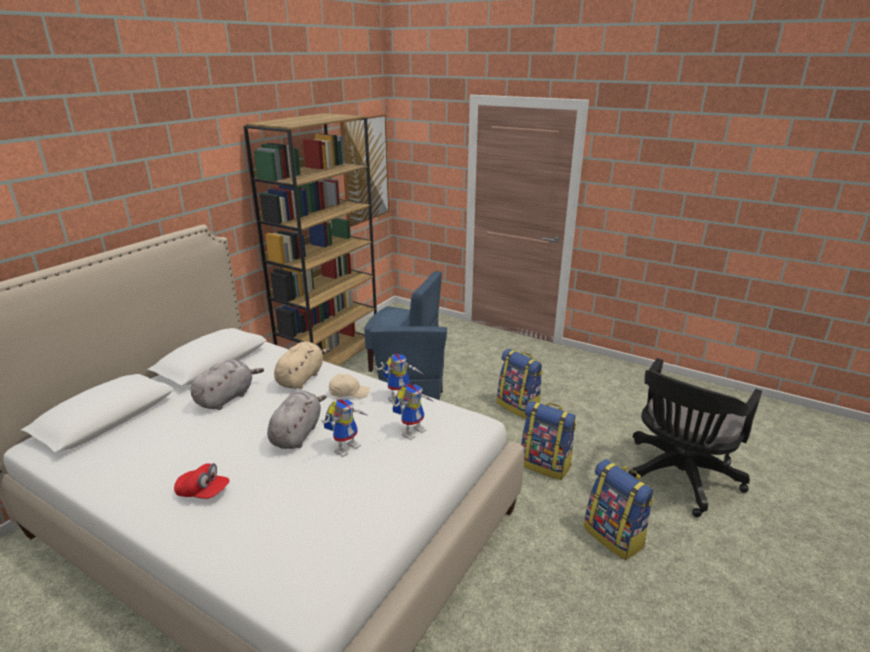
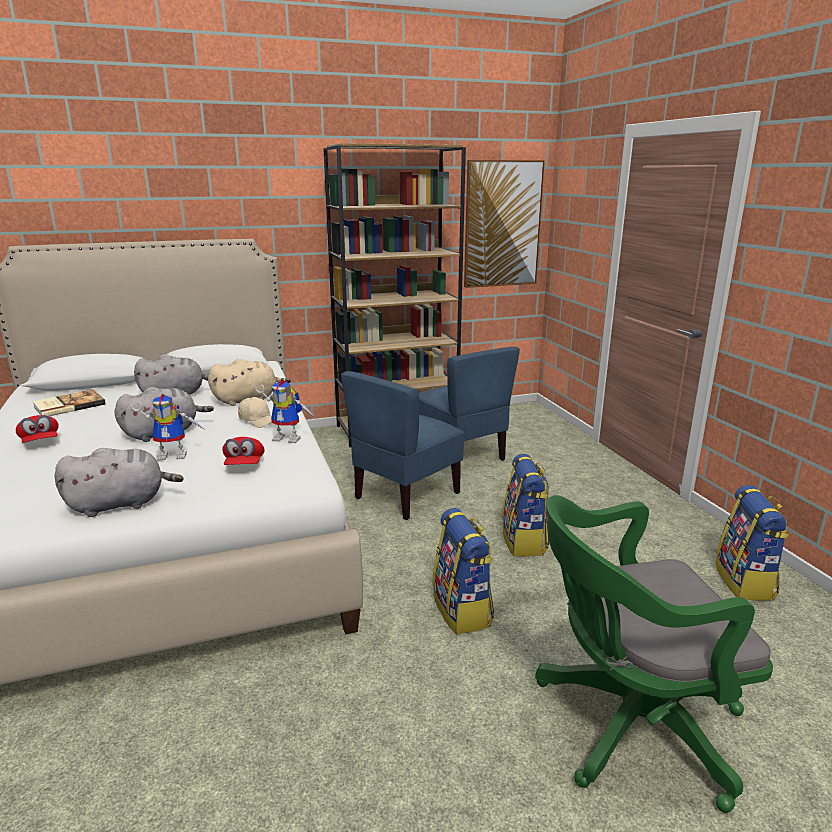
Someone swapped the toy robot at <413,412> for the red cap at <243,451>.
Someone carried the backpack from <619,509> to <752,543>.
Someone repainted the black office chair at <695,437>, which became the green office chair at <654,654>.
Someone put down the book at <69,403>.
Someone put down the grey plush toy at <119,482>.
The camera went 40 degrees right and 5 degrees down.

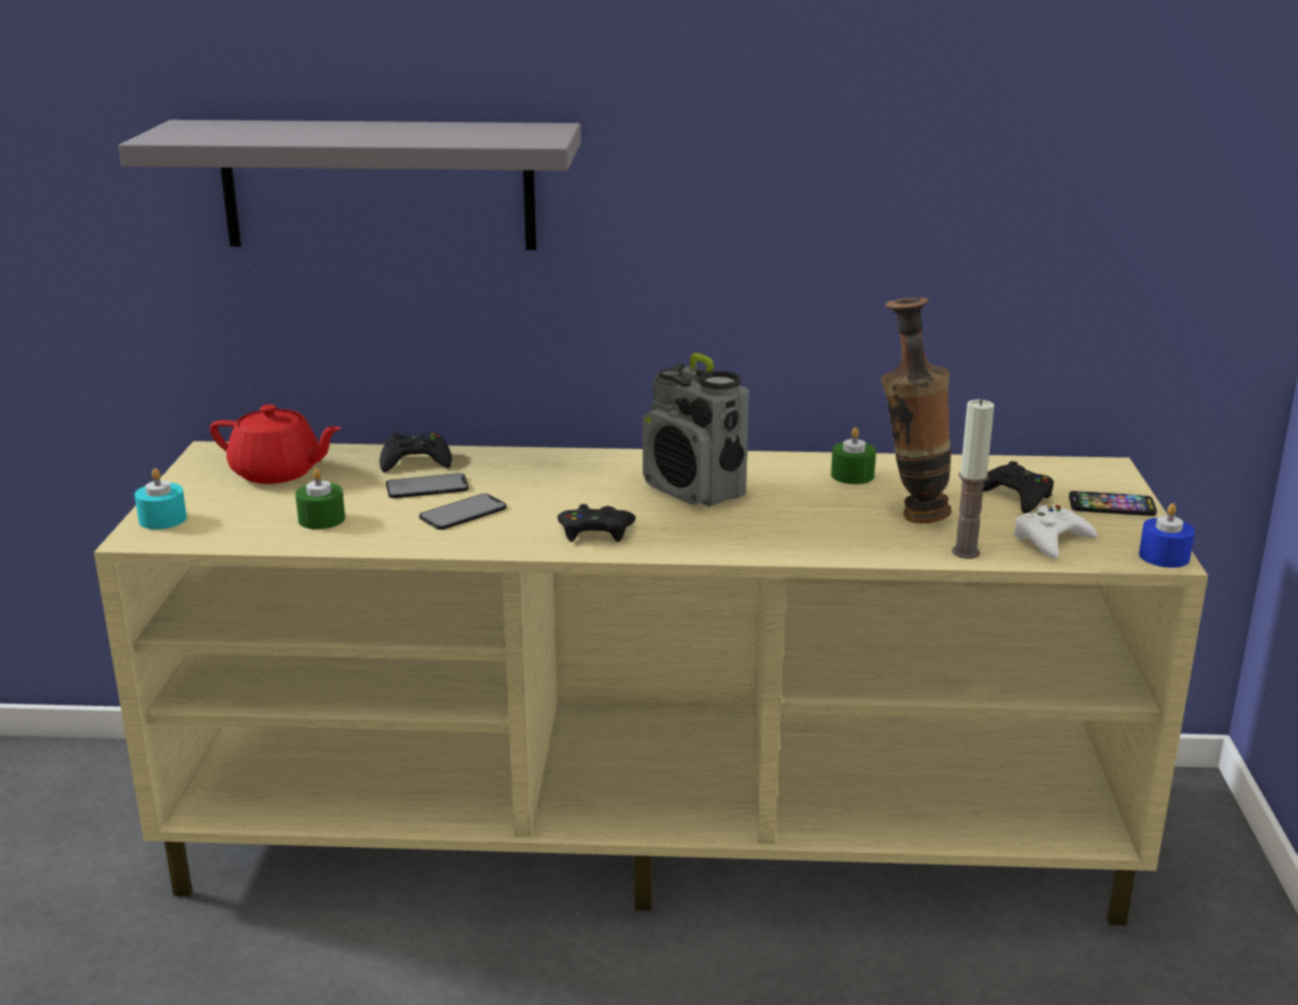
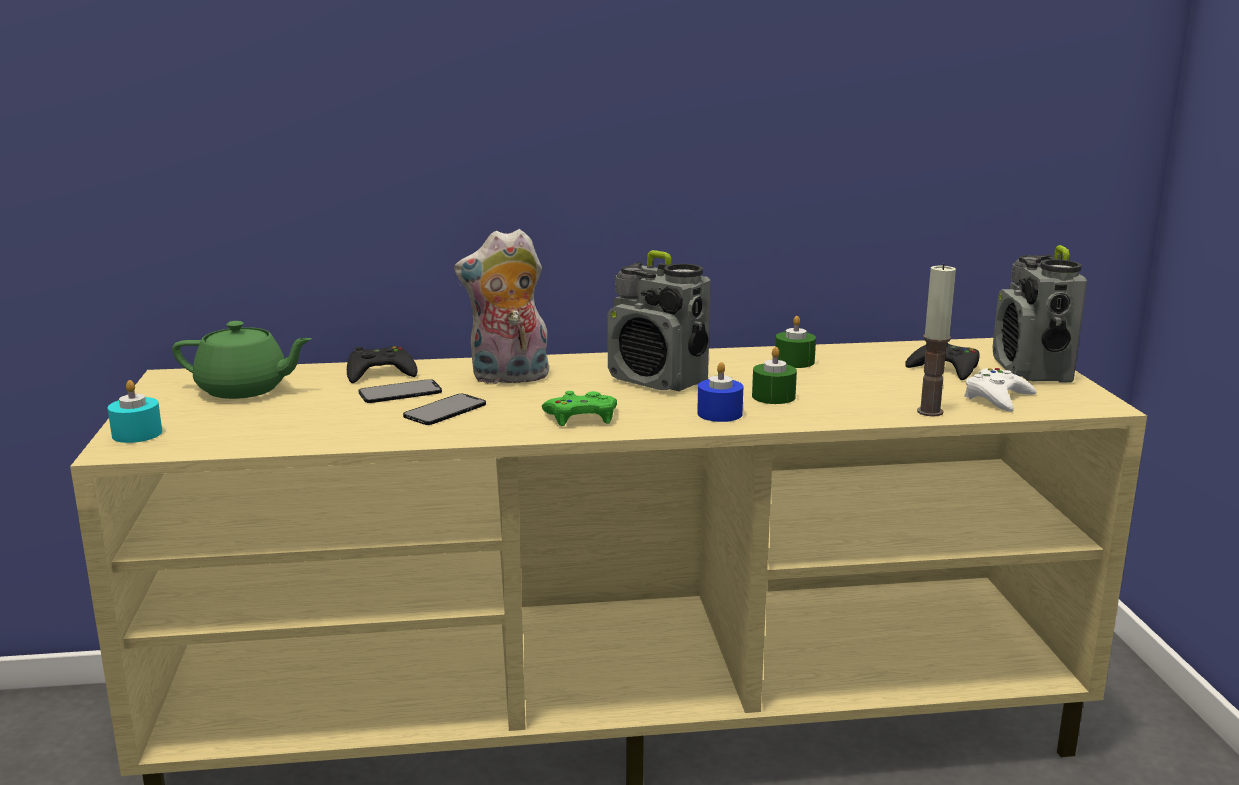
Someone took away the grey shelf at <350,185>.
Someone repainted the red teapot at <275,444>, which became the green teapot at <242,360>.
Someone carried the green candle from <320,498> to <774,375>.
Someone repainted the black game controller at <596,523>, which became the green game controller at <579,408>.
Someone took away the vase at <916,410>.
Someone swapped the phone at <1113,503> for the radio at <1040,314>.
Someone carried the blue candle from <1167,535> to <720,392>.
Someone put down the plush toy at <501,307>.
The camera went 10 degrees left and 5 degrees down.

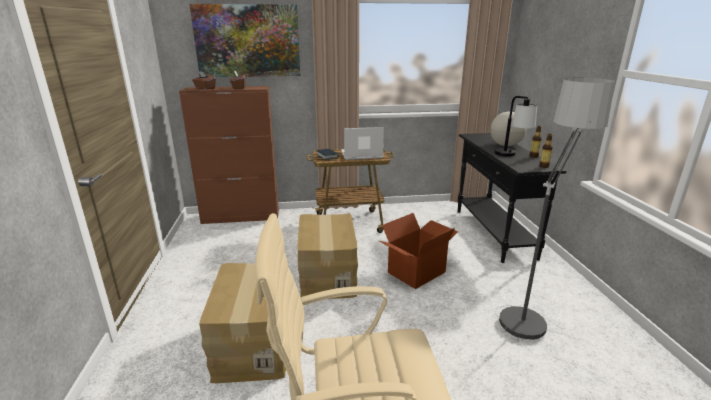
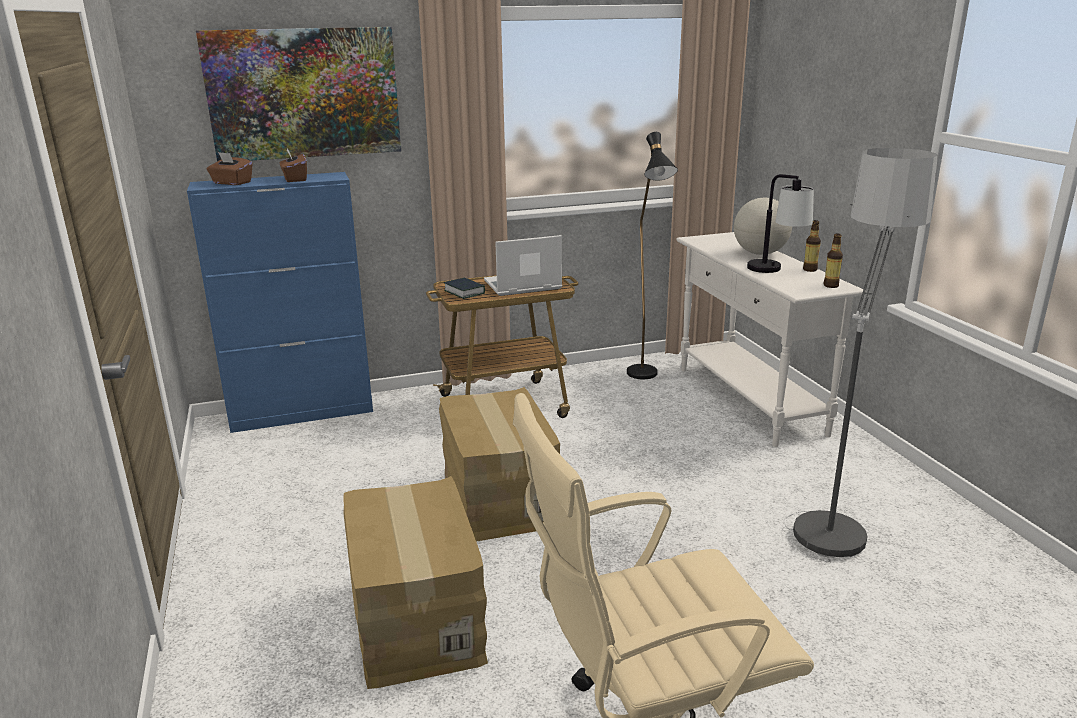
Someone repainted the brown cabinet at <229,155>, which became the blue cabinet at <280,302>.
Someone took away the cardboard box at <418,251>.
Someone repainted the black console table at <512,198>, which became the white console table at <771,339>.
Someone put down the black floor lamp at <652,255>.
The camera went 10 degrees left and 0 degrees up.

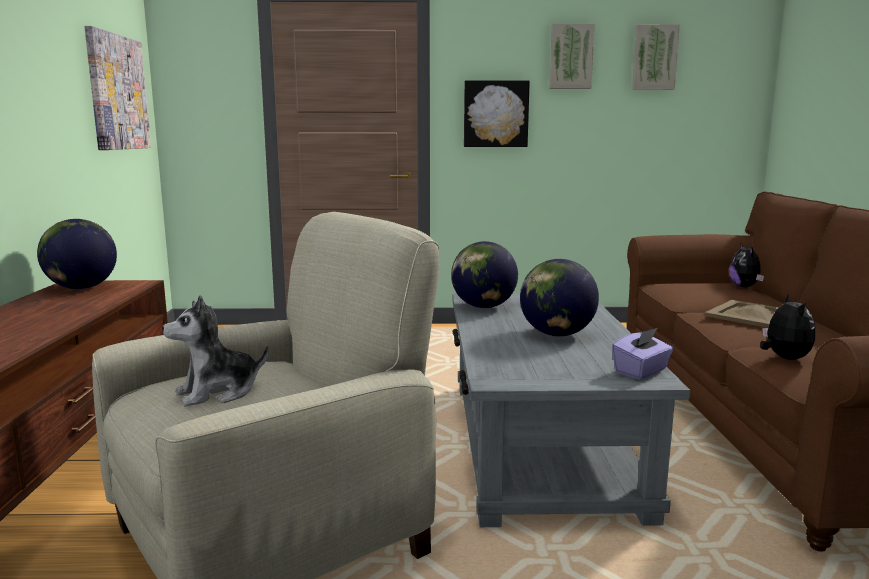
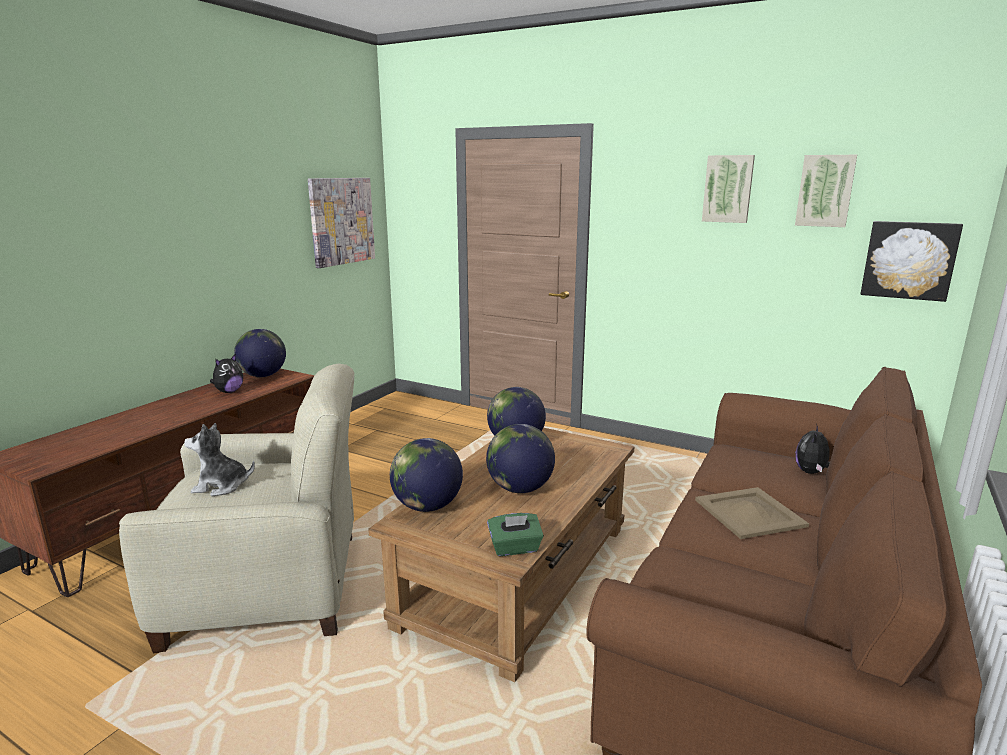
Someone repainted the grey coffee table at <571,410>, which became the brown coffee table at <501,555>.
Someone carried the picture from <497,113> to <912,261>.
Someone repainted the purple tissue box at <642,353>, which became the green tissue box at <515,534>.
Someone carried the plush toy from <787,326> to <226,373>.
Someone put down the globe at <426,475>.
The camera went 30 degrees right and 5 degrees up.

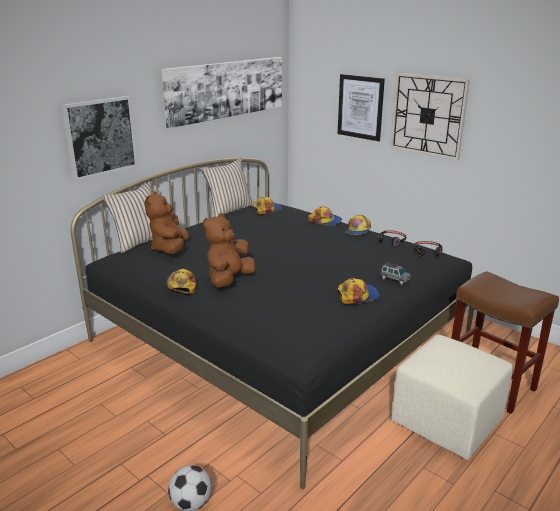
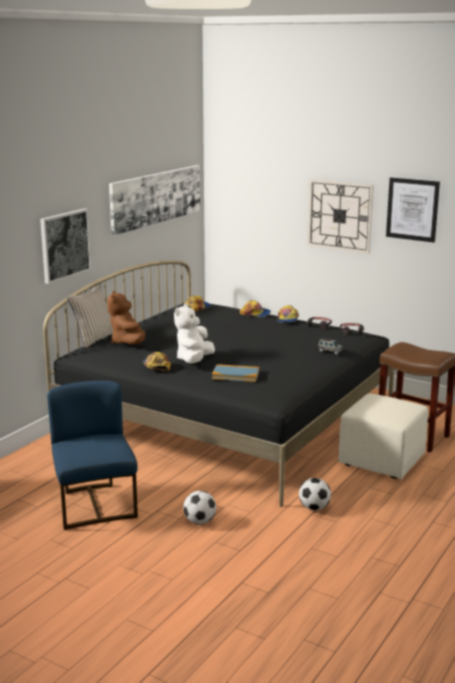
Someone took away the beige pillow at <227,187>.
Someone repainted the brown plush toy at <229,250>, which became the white plush toy at <194,334>.
Someone carried the picture from <361,107> to <413,209>.
Someone took away the cap at <358,291>.
Someone put down the blue chair at <92,455>.
Someone put down the book at <235,373>.
Someone put down the football at <315,494>.
The camera went 10 degrees left and 5 degrees down.

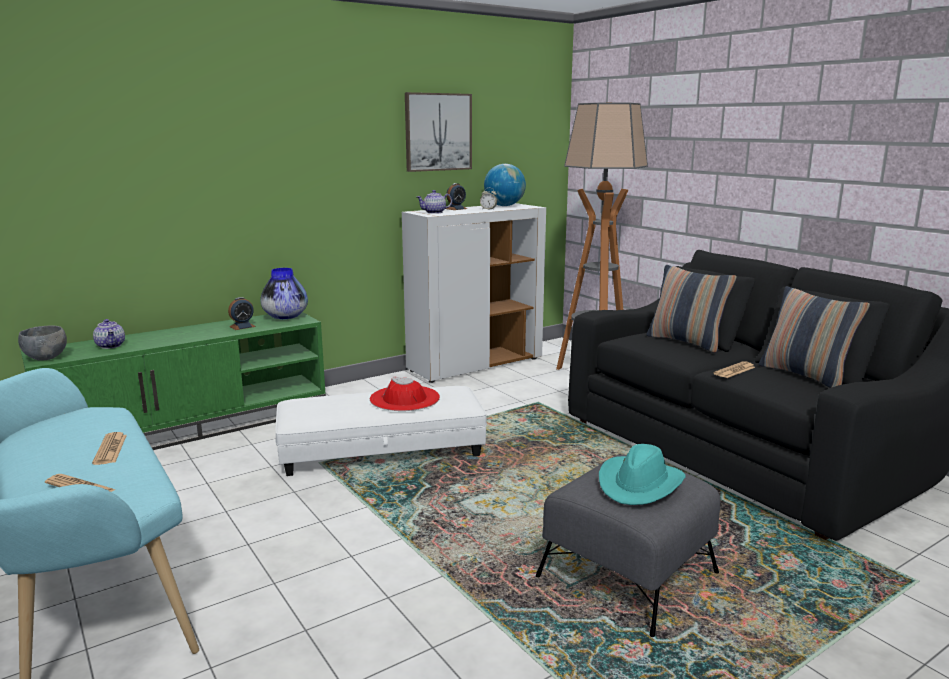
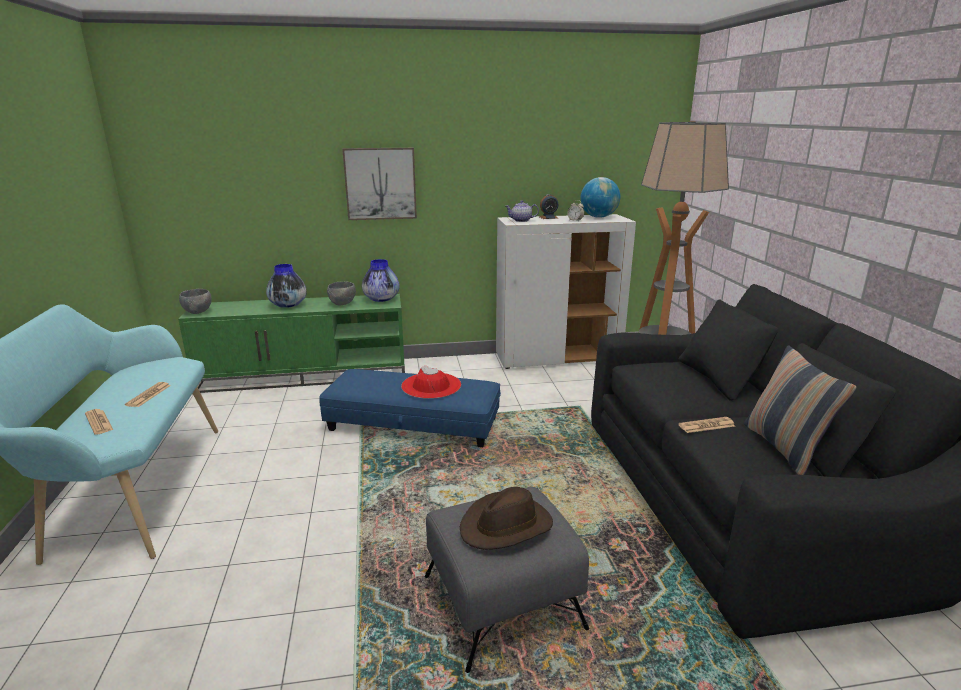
Someone took away the teapot at <109,334>.
Someone swapped the alarm clock at <242,313> for the grey bowl at <341,293>.
Someone repainted the white ottoman at <381,431>, which became the blue ottoman at <410,408>.
Someone carried the picture from <438,132> to <379,184>.
Someone repainted the turquoise hat at <642,474>, which became the brown hat at <506,518>.
Someone took away the pillow at <692,309>.
Someone put down the vase at <286,286>.
The camera went 25 degrees right and 5 degrees up.

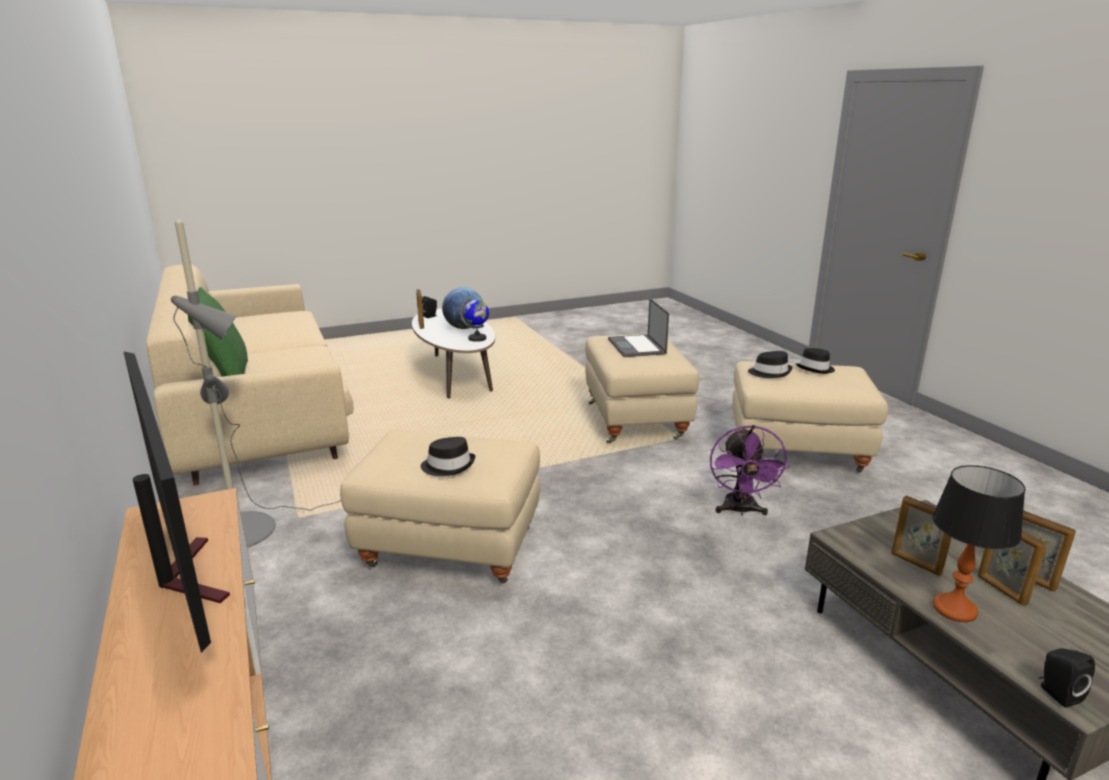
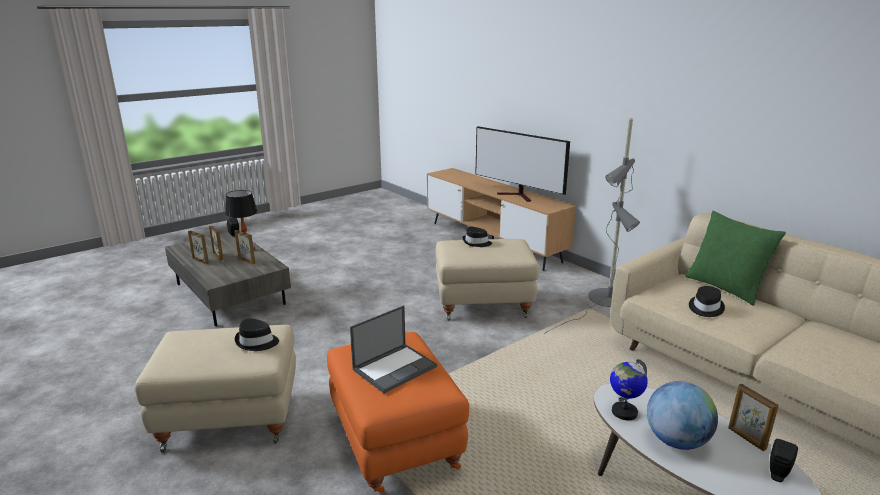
Someone repainted the beige ottoman at <642,389>, which became the orange ottoman at <398,412>.
Someone rotated the laptop at <638,327> by 75 degrees clockwise.
Someone took away the purple fan at <749,470>.
Someone carried the black hat from <815,361> to <707,301>.
The camera went 165 degrees right and 0 degrees up.

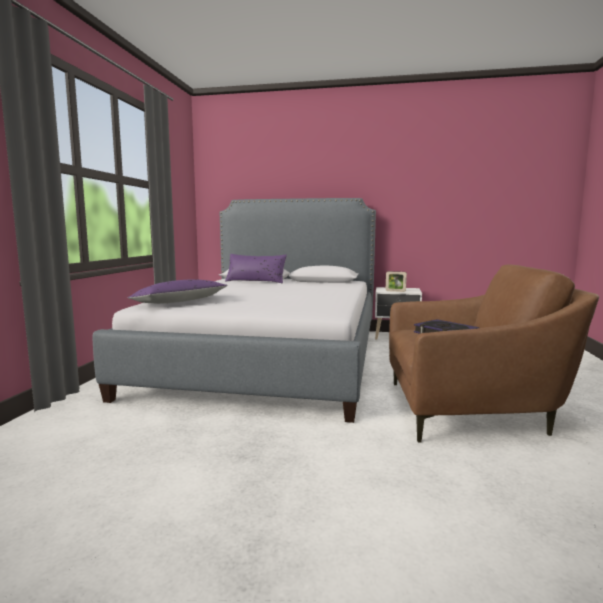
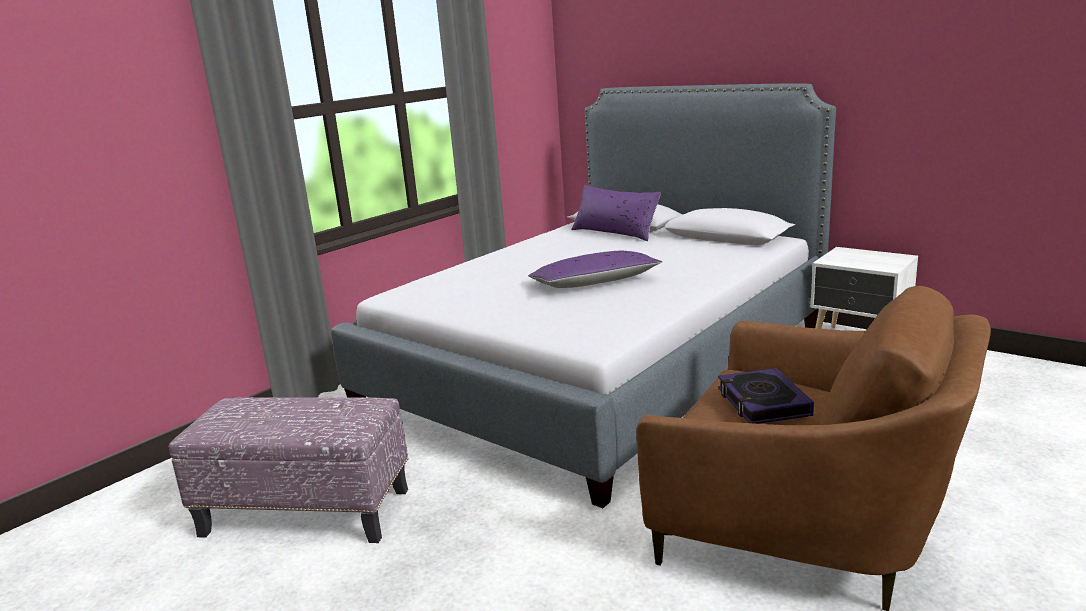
Someone carried the purple pillow from <178,291> to <595,269>.
Someone took away the picture frame at <396,281>.
Someone put down the ottoman at <288,470>.
The camera went 30 degrees right and 10 degrees up.

